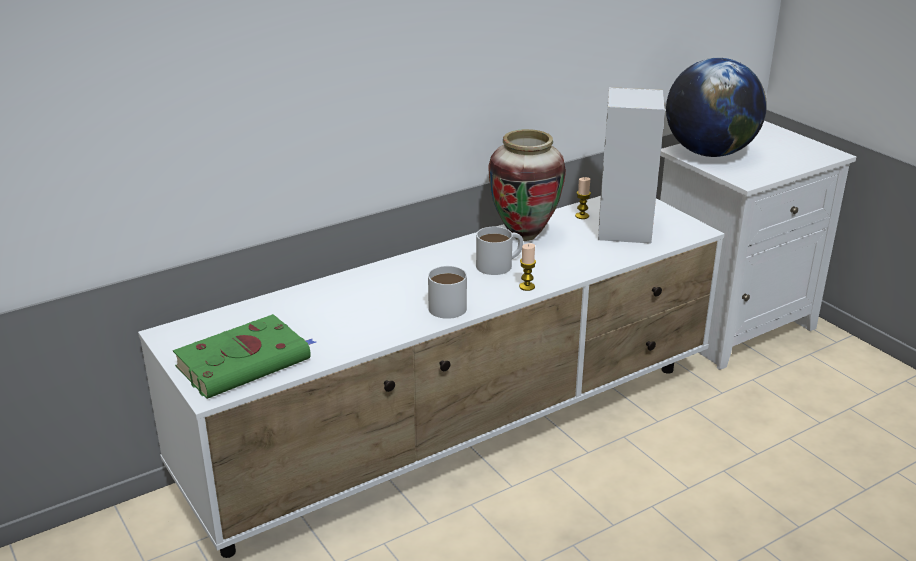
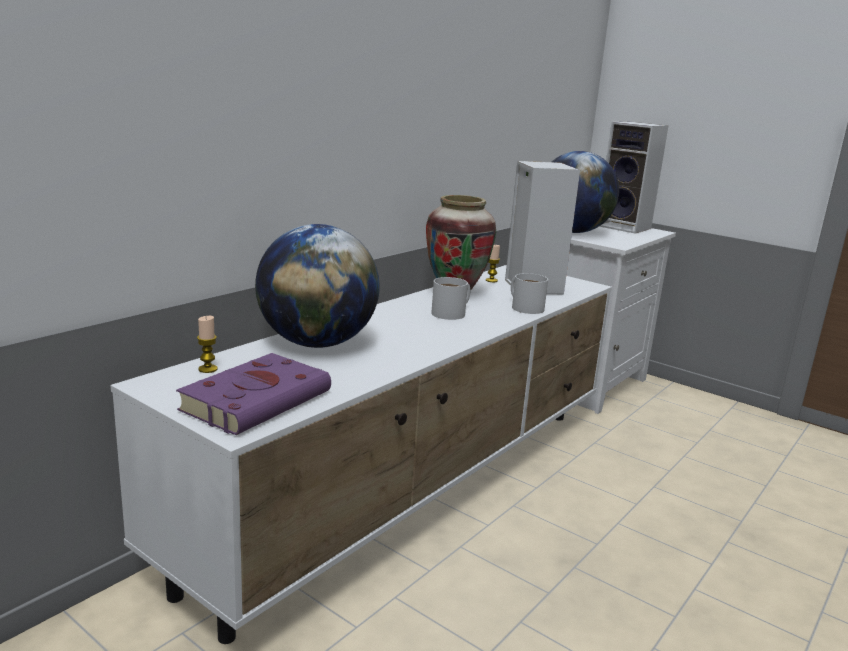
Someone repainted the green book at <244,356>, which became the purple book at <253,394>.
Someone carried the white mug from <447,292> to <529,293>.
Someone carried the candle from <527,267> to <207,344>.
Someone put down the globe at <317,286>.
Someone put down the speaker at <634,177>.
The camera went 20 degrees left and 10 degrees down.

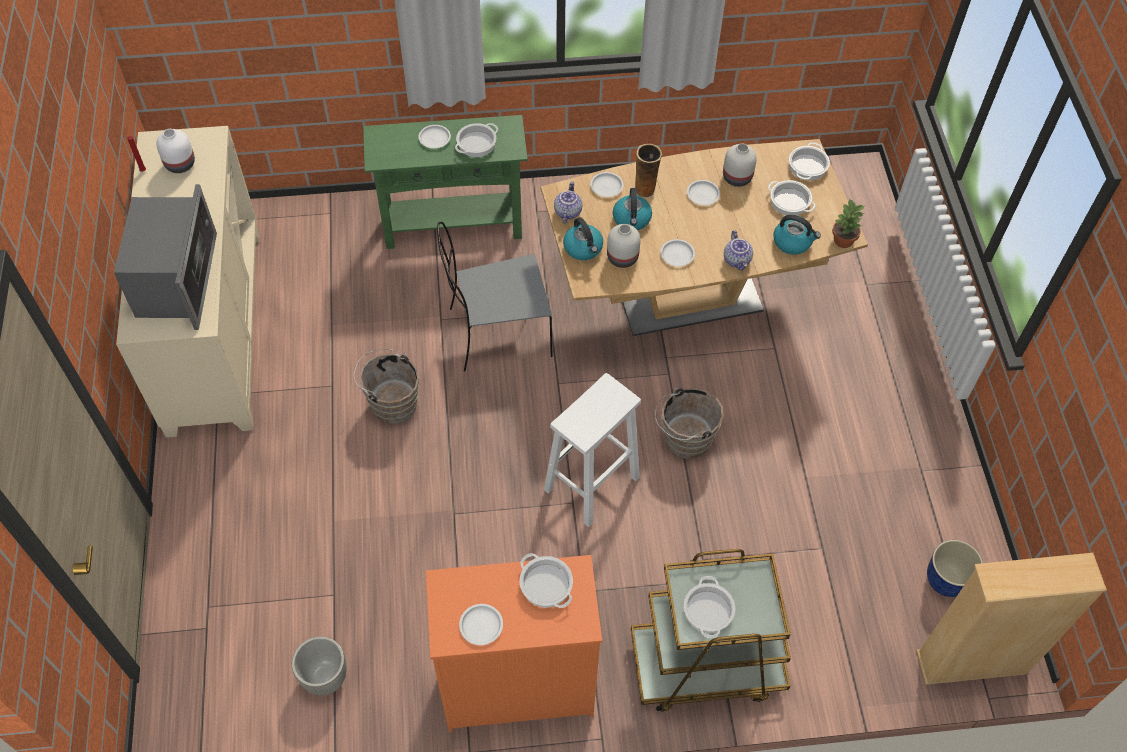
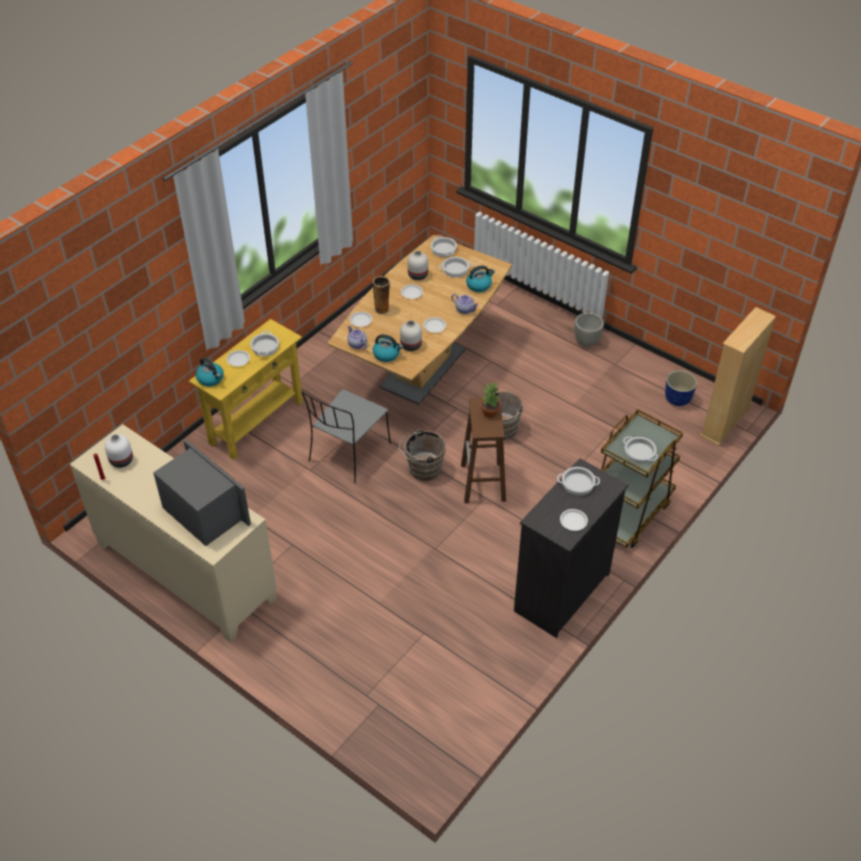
Someone carried the grey planter from <319,666> to <589,329>.
Someone carried the brown bucket from <386,386> to <422,455>.
Someone repainted the green console table at <445,182>, which became the yellow console table at <246,389>.
Someone repainted the orange dresser at <514,643>, which became the black dresser at <571,548>.
Someone repainted the white stool at <592,450>, which became the brown stool at <483,450>.
Someone carried the kettle from <632,209> to <210,372>.
Someone carried the potted plant from <849,223> to <491,400>.
The camera went 45 degrees left and 10 degrees down.

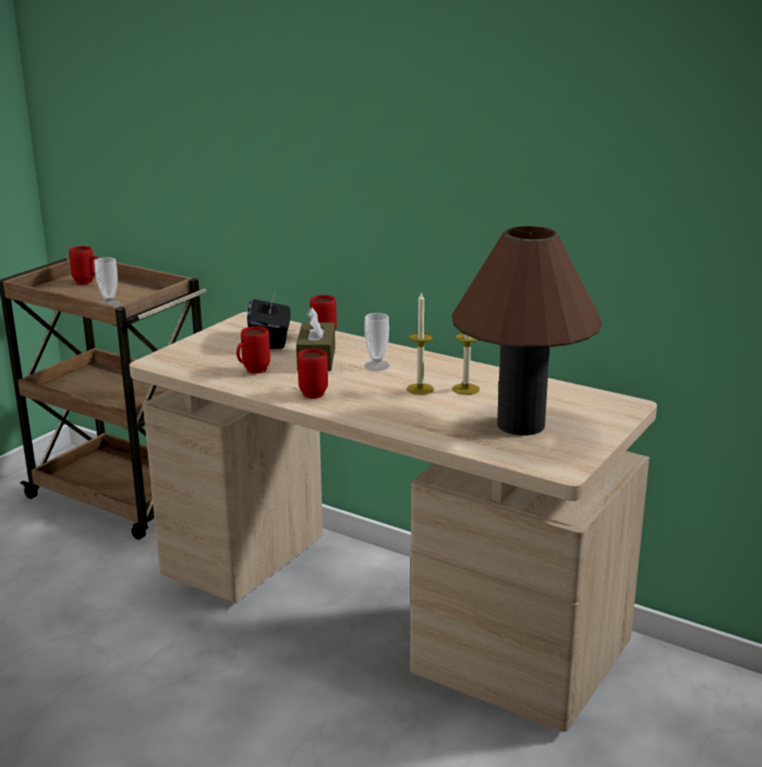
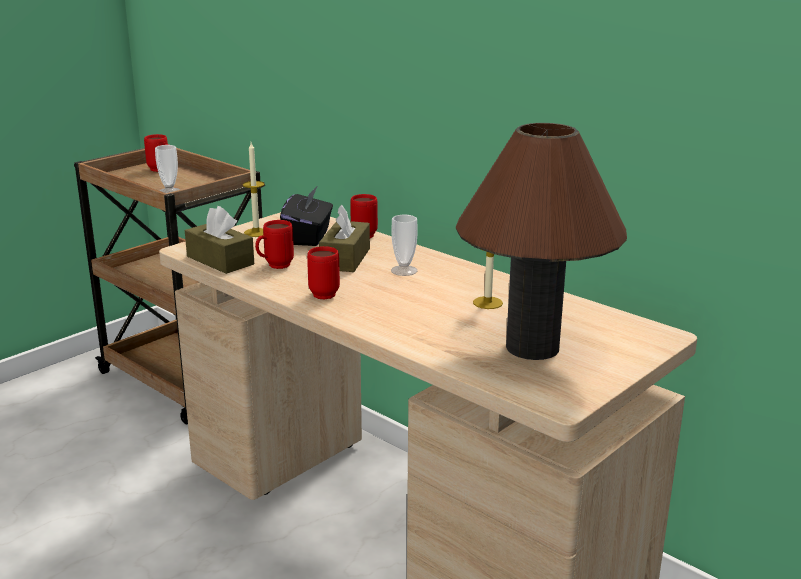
Someone carried the candle from <420,343> to <253,190>.
Someone put down the brown tissue box at <219,240>.
The camera went 10 degrees right and 0 degrees up.

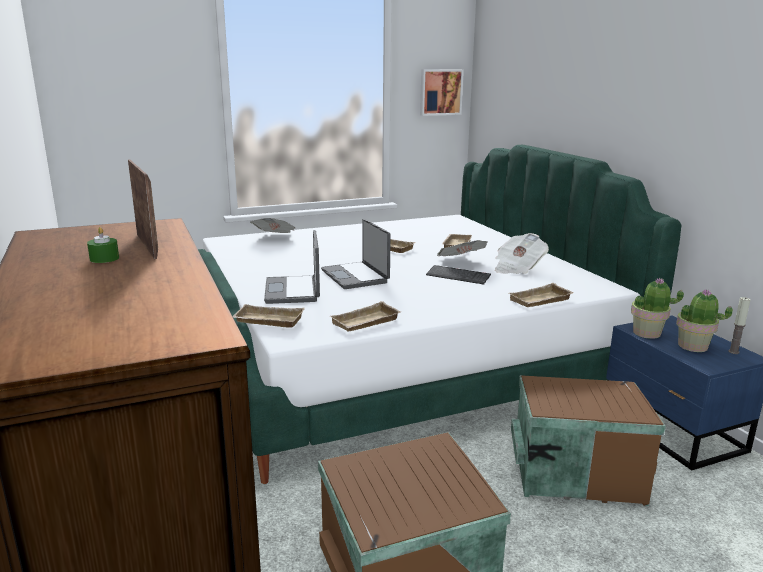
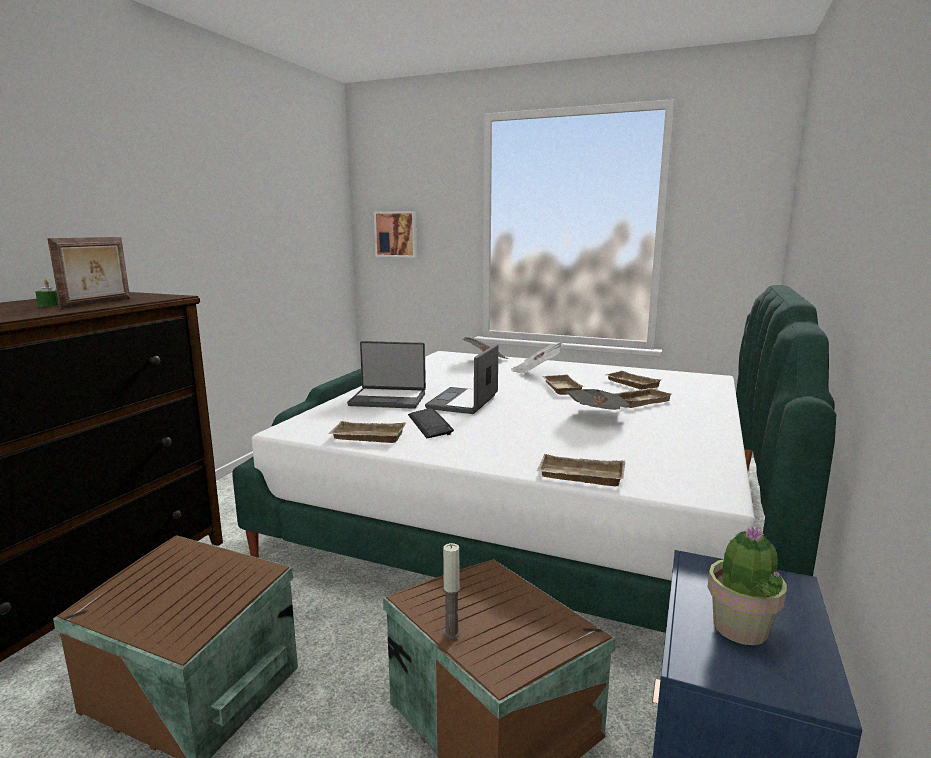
Someone carried the beige tray from <269,316> to <633,380>.
Someone rotated the laptop at <292,267> by 120 degrees counterclockwise.
Someone carried the picture from <442,92> to <395,234>.
Someone carried the keyboard from <458,274> to <431,423>.
Someone carried the newspaper from <522,253> to <537,358>.
Someone took away the potted plant at <657,308>.
Someone carried the candle from <739,325> to <451,591>.
The camera went 45 degrees right and 5 degrees down.

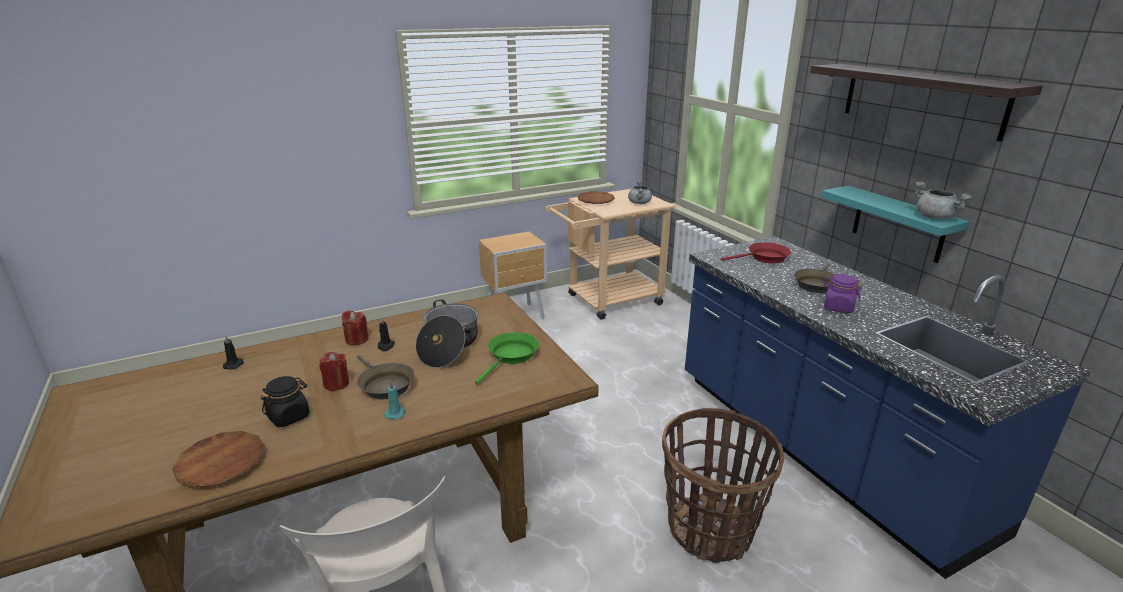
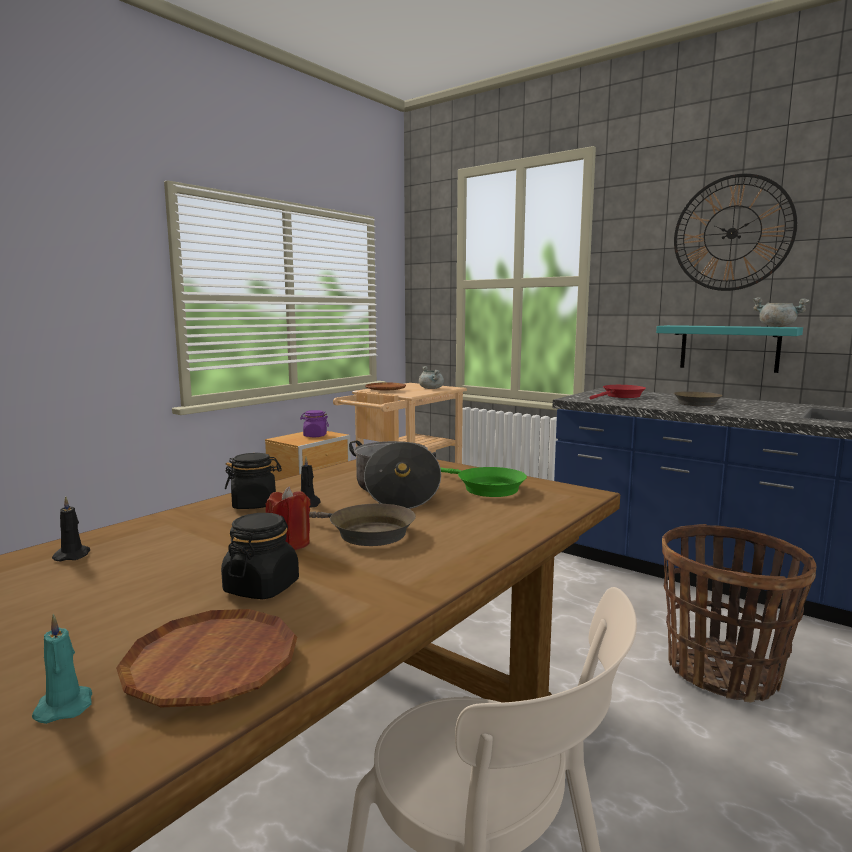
Someone swapped the red candle at <355,328> for the black jar at <253,481>.
Someone carried the turquoise candle from <395,400> to <62,669>.
Someone rotated the green frying pan at <507,358> by 135 degrees clockwise.
Someone swapped the shelf at <926,103> for the wall clock at <735,232>.
Someone carried the purple jar from <842,293> to <314,423>.
The camera went 25 degrees left and 15 degrees down.

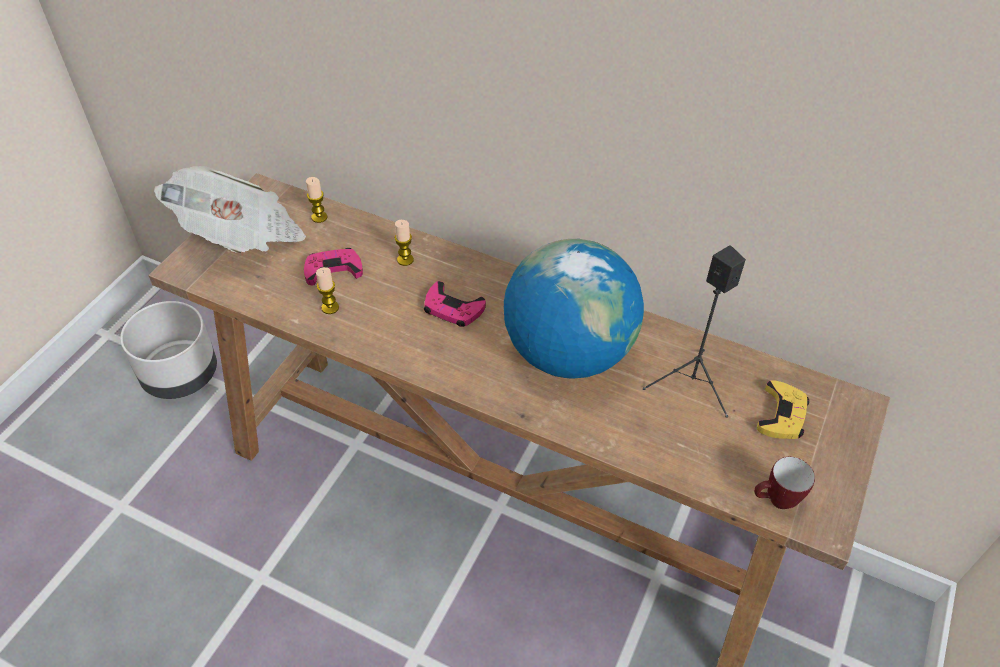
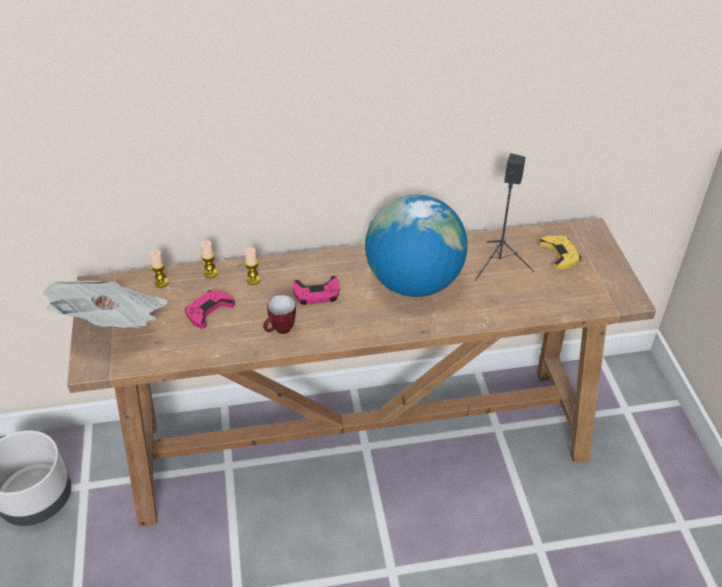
Someone carried the candle from <327,290> to <209,259>.
Someone carried the mug from <784,483> to <279,314>.
The camera went 35 degrees left and 5 degrees down.

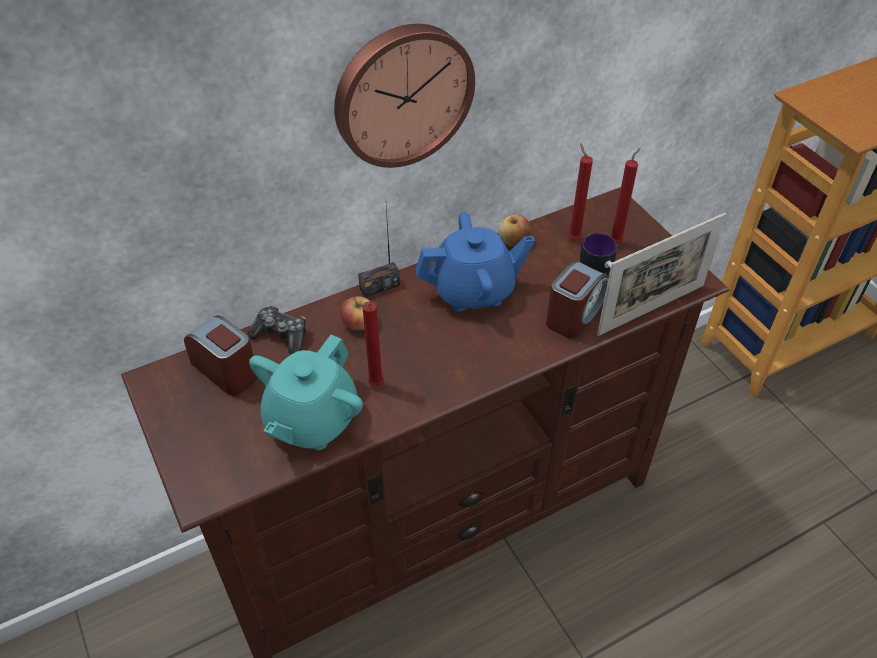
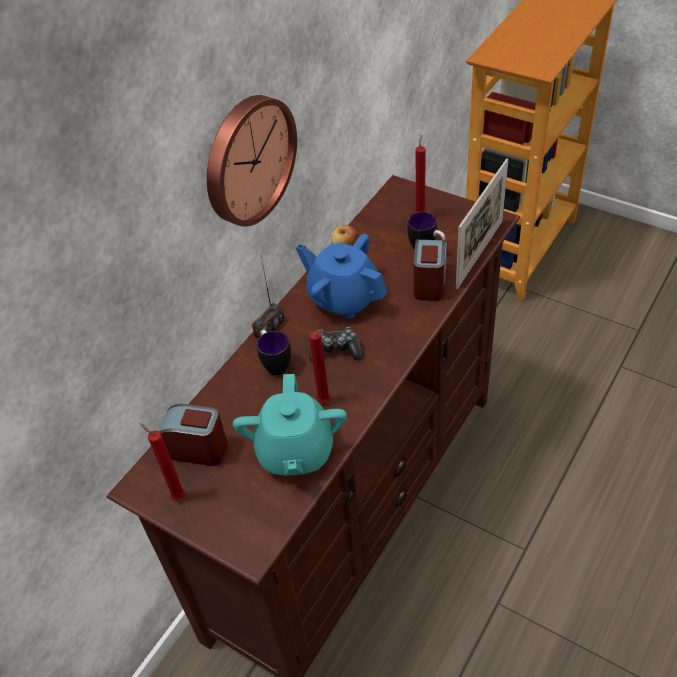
Someone carried the game controller from <276,330> to <336,345>.
Someone swapped the apple at <354,313> for the mug at <274,352>.
Someone rotated the blue teapot at <475,262> by 105 degrees counterclockwise.
Someone carried the red candle from <580,191> to <162,462>.
The camera went 25 degrees left and 0 degrees up.

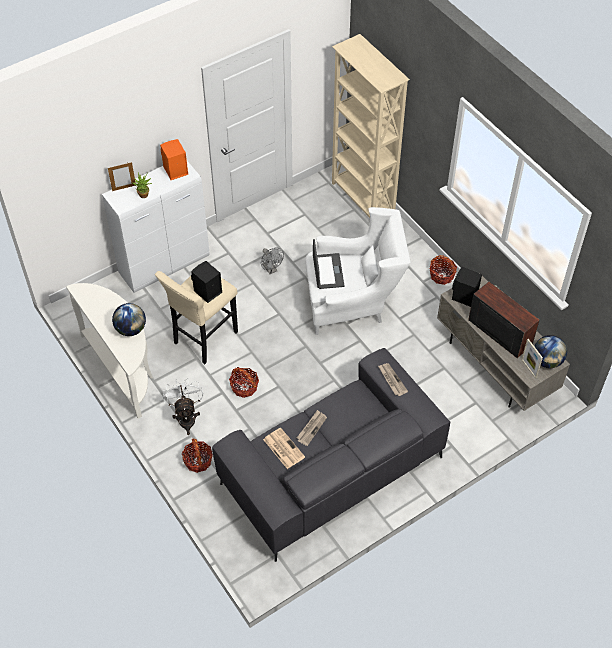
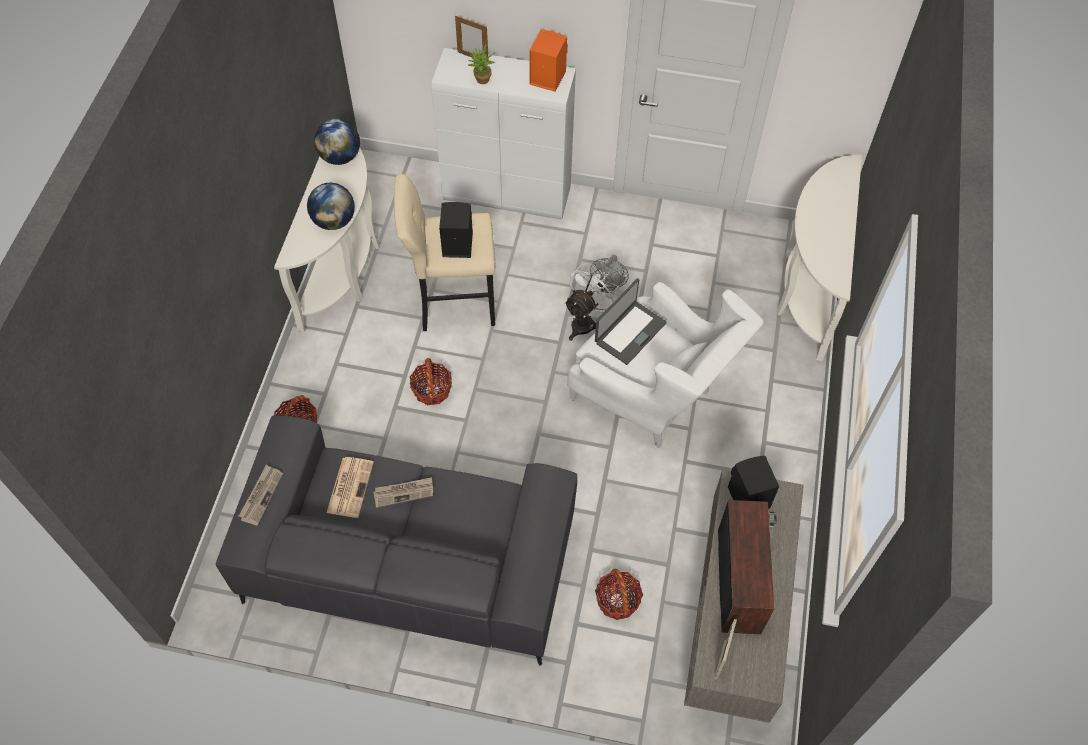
Someone carried the white fan from <183,406> to <591,302>.
Someone swapped the beige bookcase at <371,126> for the white console table at <819,258>.
Someone carried the newspaper from <393,379> to <261,495>.
Someone carried the basket from <443,270> to <619,594>.
Someone carried the globe from <550,351> to <337,142>.
The camera went 45 degrees right and 5 degrees up.

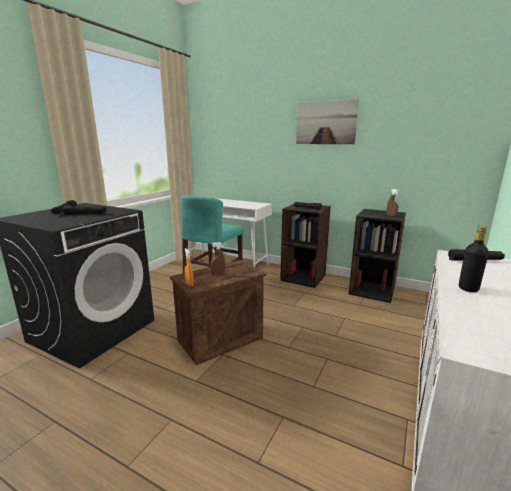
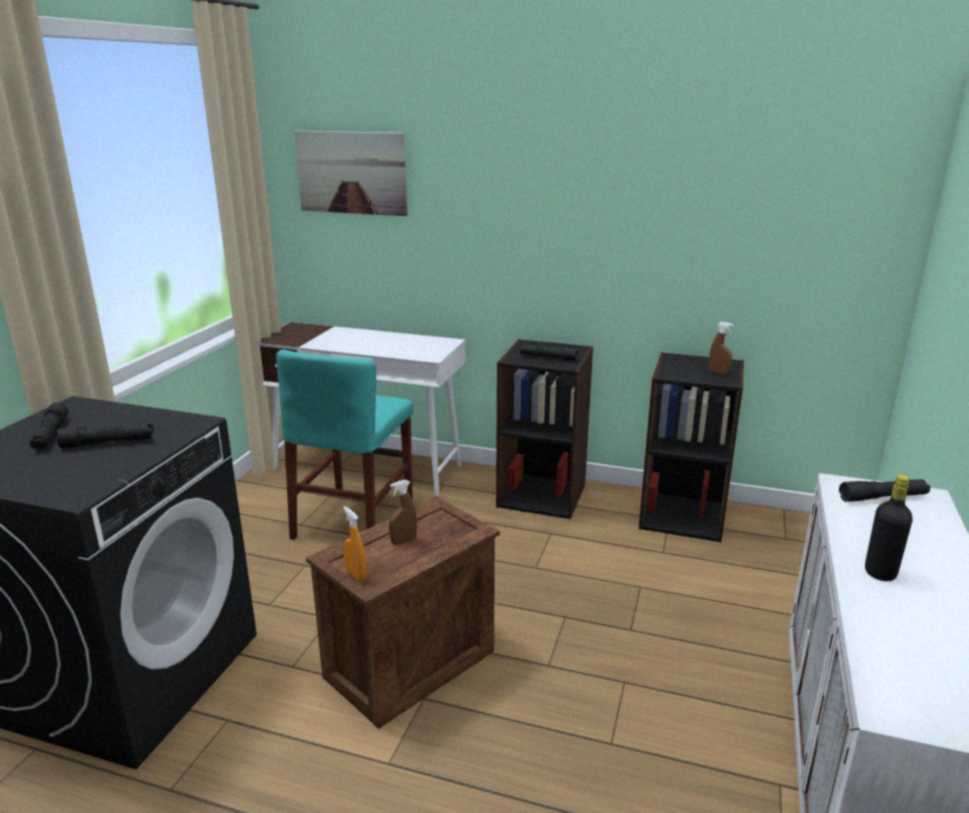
Someone carried the picture from <327,121> to <350,173>.
The camera went 10 degrees left and 5 degrees up.

